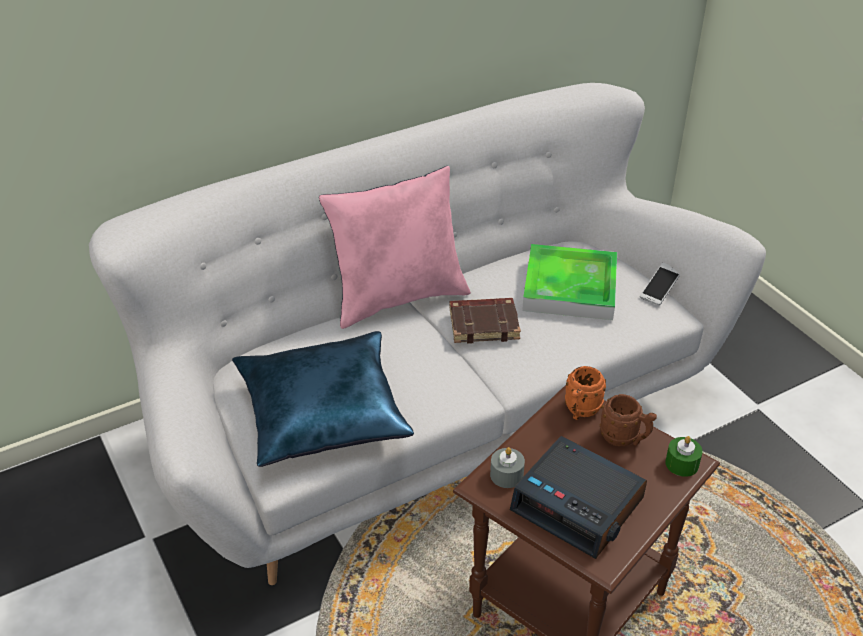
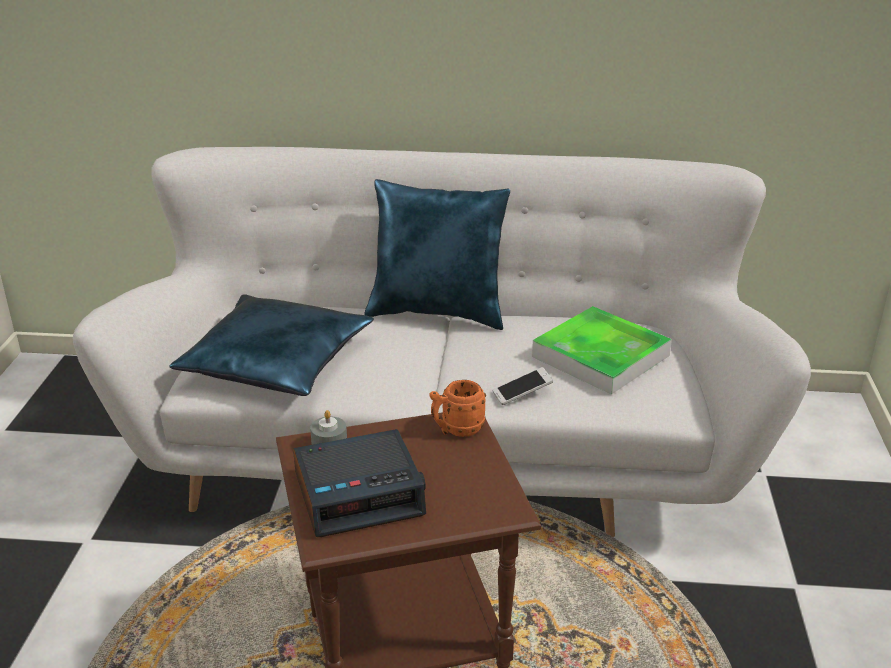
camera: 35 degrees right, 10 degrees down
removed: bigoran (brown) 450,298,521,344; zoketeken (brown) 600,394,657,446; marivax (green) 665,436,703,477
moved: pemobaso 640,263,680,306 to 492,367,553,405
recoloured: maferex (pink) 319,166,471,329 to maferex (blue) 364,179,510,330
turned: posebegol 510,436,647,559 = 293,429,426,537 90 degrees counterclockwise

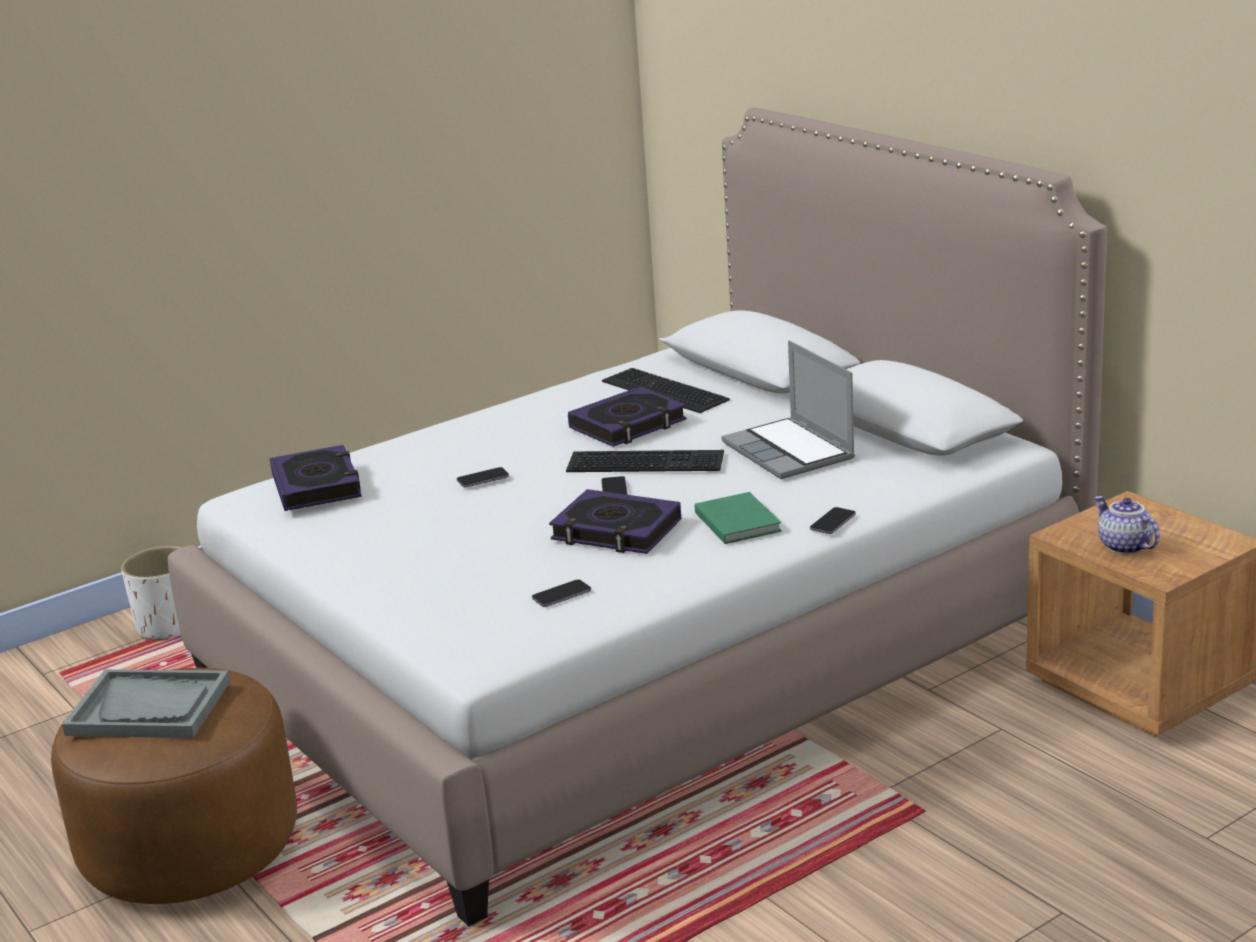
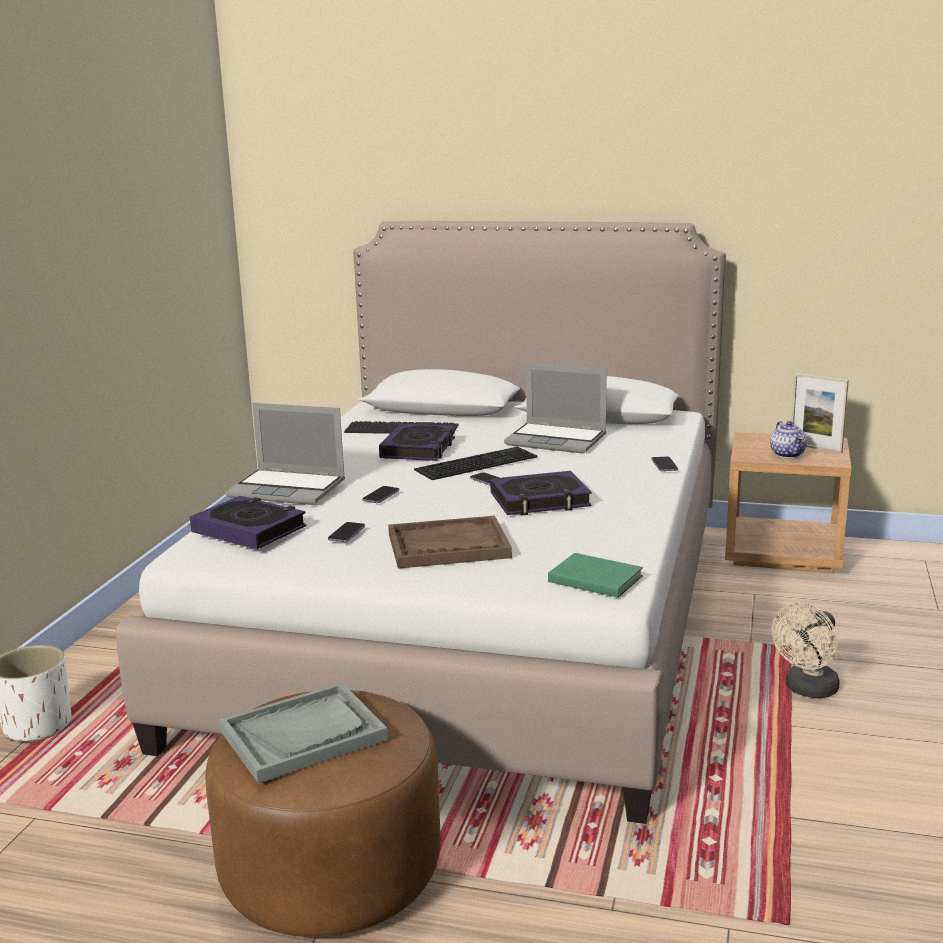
camera: 40 degrees left, 5 degrees down
added: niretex 225,403,345,505; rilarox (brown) 388,516,512,569; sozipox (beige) 772,602,840,698; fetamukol 791,373,849,453
moved: pemobaso 532,579,591,607 to 328,522,365,542; bigoran (green) 695,492,781,544 to 548,553,643,598
turned: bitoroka 1095,496,1160,554 = 770,421,807,458 120 degrees counterclockwise

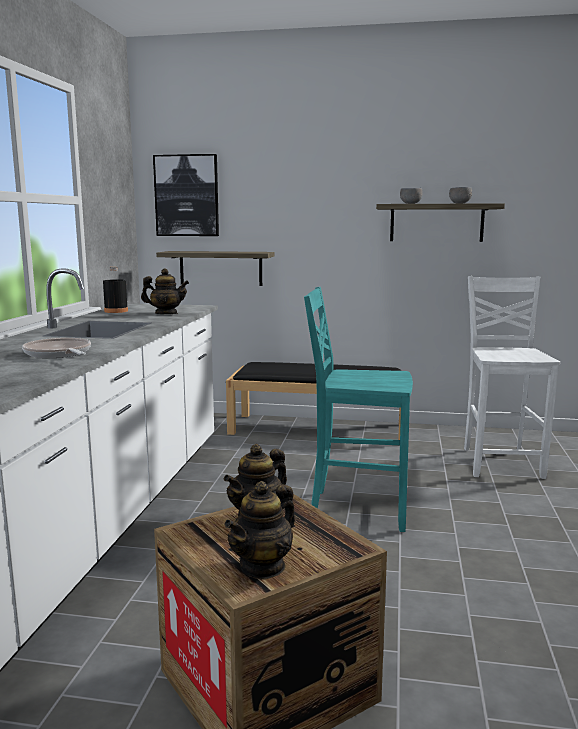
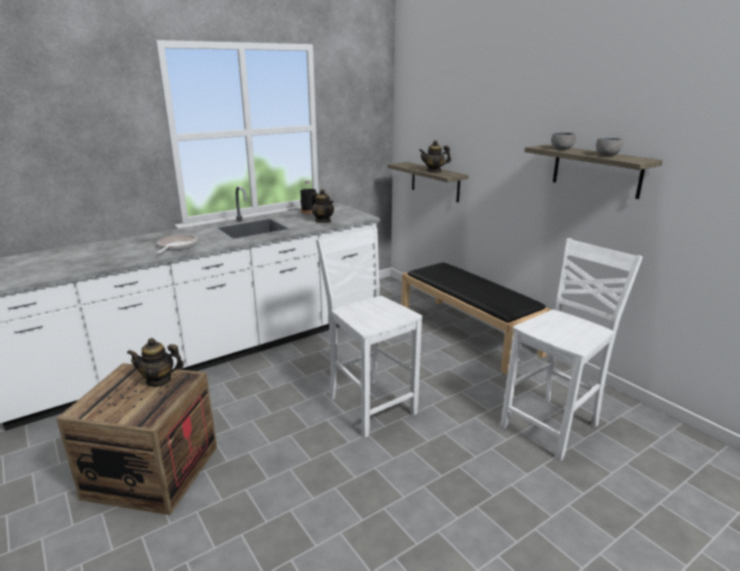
camera: 45 degrees right, 10 degrees up
removed: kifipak 153,154,219,236
moved: bitoroka 224,481,295,580 to 419,140,451,173
recoloured: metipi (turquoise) 304,287,413,532 to metipi (white) 316,228,423,438

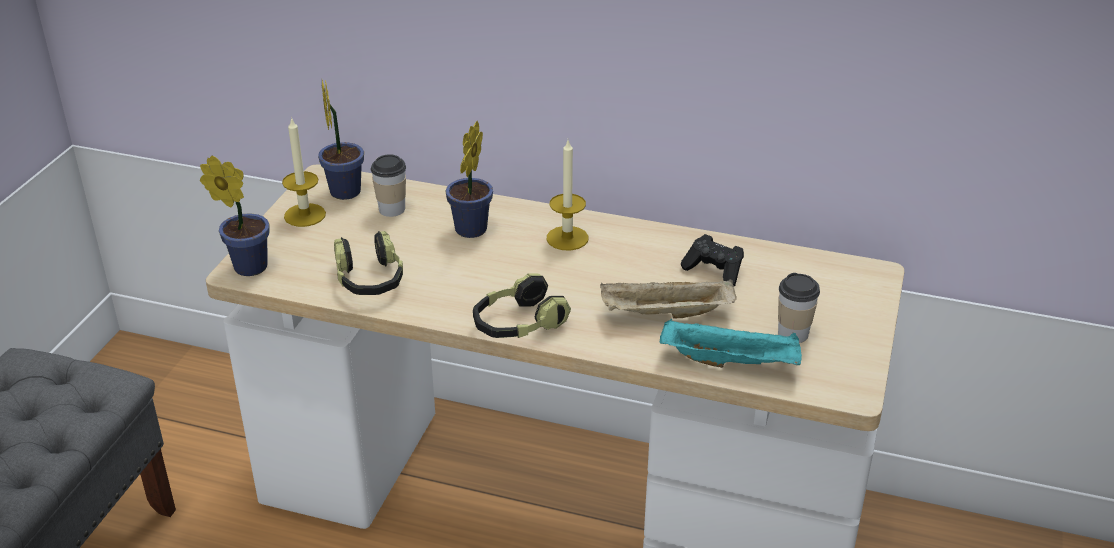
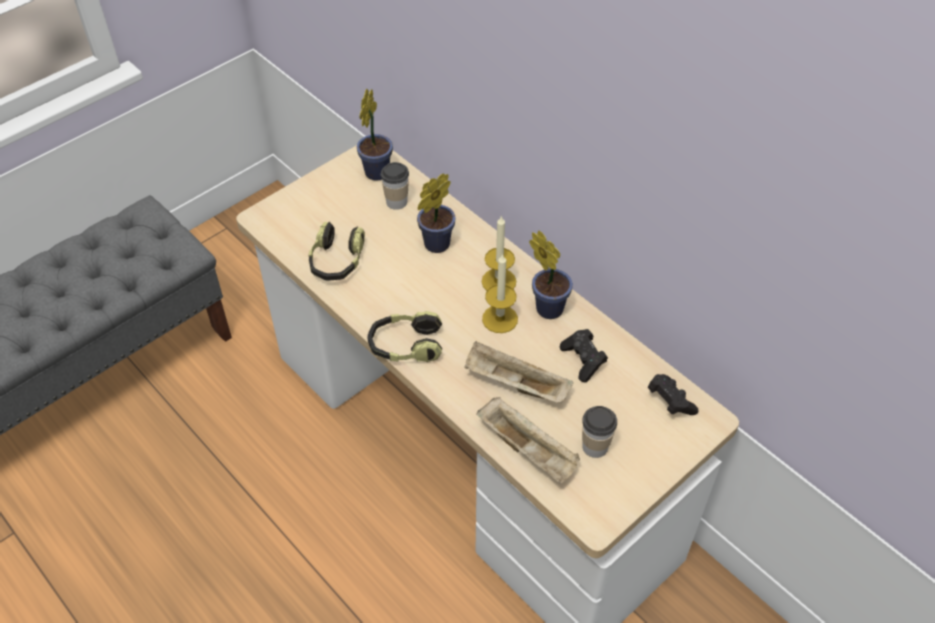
camera: 30 degrees right, 15 degrees up
added: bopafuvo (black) 648,374,698,415
moved: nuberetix 200,156,270,276 to 529,231,573,319; marivax 282,117,326,227 to 482,253,518,333
recoloured: rilarox (turquoise) 660,319,802,368 to rilarox (beige) 476,397,580,484

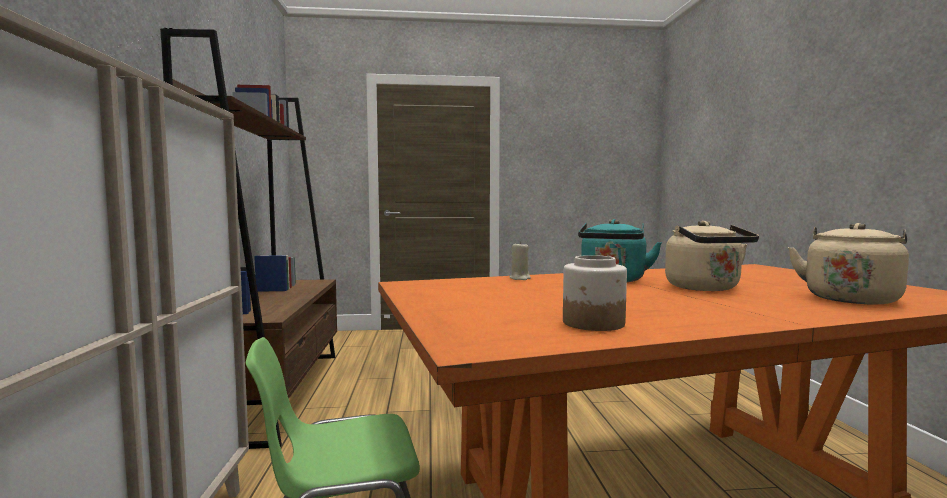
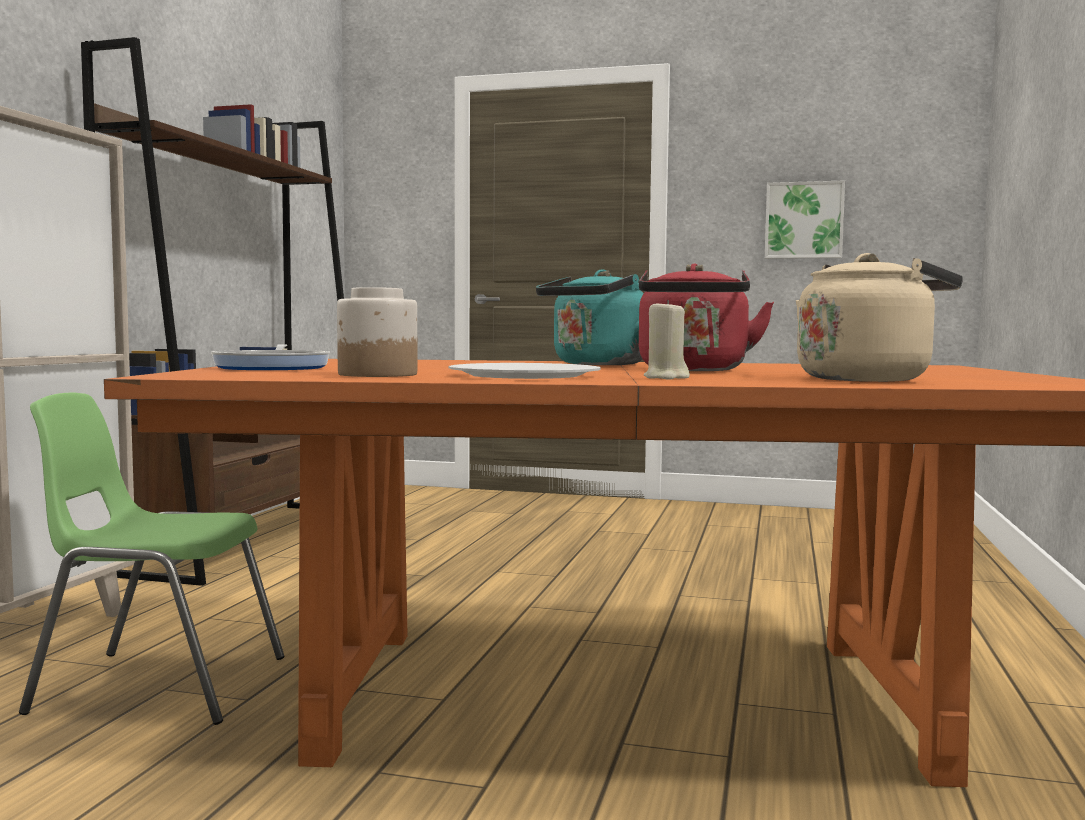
camera: 20 degrees right, 0 degrees up
added: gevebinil 211,344,330,370; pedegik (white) 449,363,600,379; kifipak 765,180,845,259
moved: marivax (beige) 510,242,531,280 to 644,300,690,380
recoloured: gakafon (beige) 665,221,759,291 to gakafon (red) 639,263,774,371

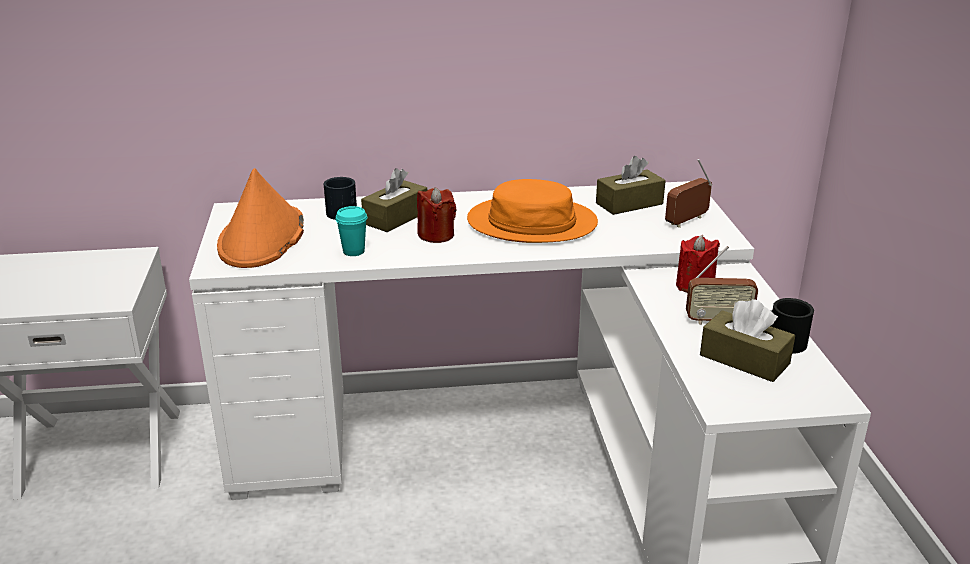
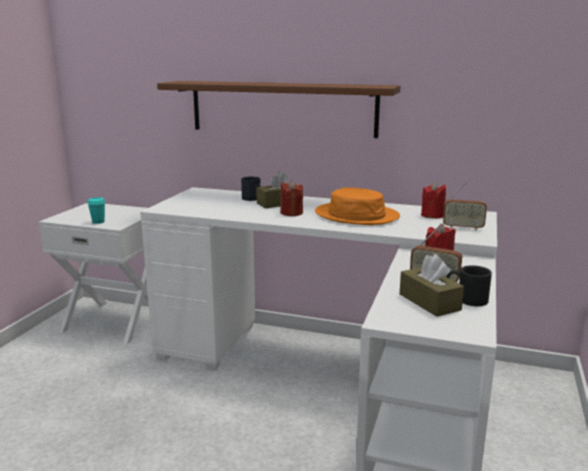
camera: 25 degrees right, 10 degrees down
removed: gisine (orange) 217,168,304,268
added: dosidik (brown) 157,81,400,138
moved: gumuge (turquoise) 335,206,367,256 to 87,197,105,224
replaced: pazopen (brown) 596,156,666,215 to marivax (red) 421,182,446,218
turned: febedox 665,159,712,228 = 443,179,487,230 150 degrees counterclockwise

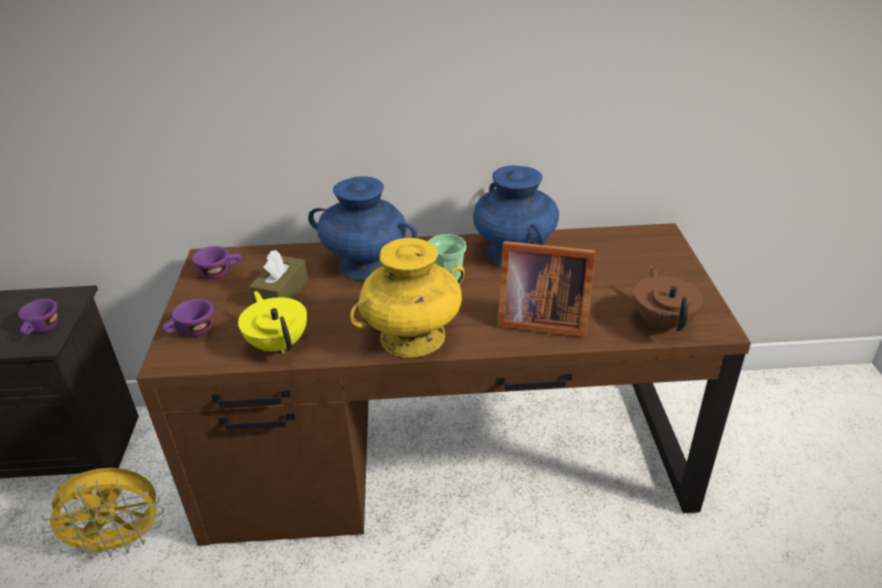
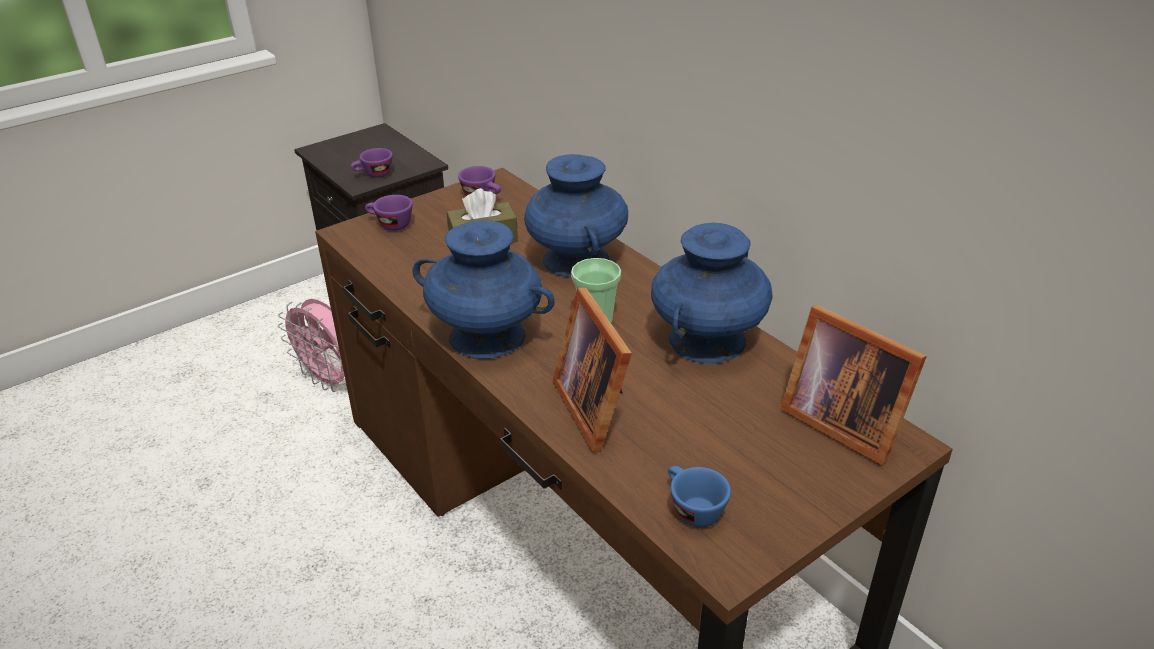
camera: 55 degrees right, 0 degrees up
removed: bitoroka (yellow) 238,291,307,354
added: fetamukol 780,305,927,466
replaced: bitoroka (brown) 634,266,703,332 to gumuge (blue) 668,466,731,527
recoloured: sozipox (yellow) 42,468,164,559 to sozipox (pink) 278,299,346,392; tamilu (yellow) 350,238,465,358 to tamilu (blue) 412,220,555,359

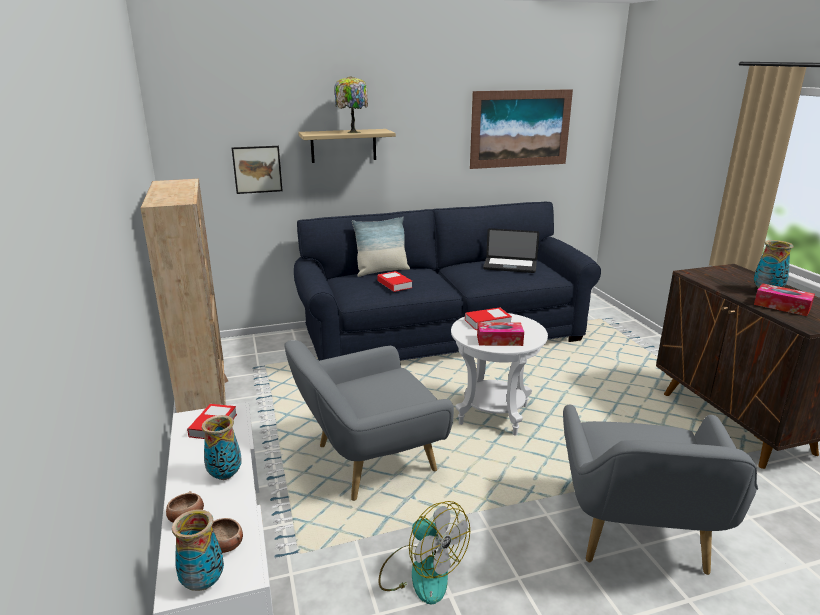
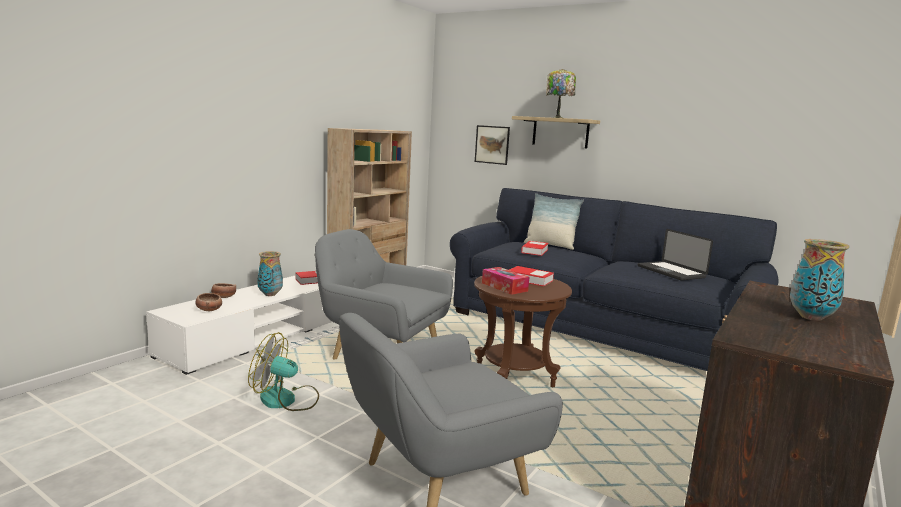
camera: 50 degrees right, 10 degrees down
removed: tamilu 172,509,224,591; kifipak 470,89,573,169; pazopen 754,283,815,316
recoloured: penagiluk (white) 451,313,548,436 to penagiluk (brown) 474,276,572,387
turned: sozipox 378,501,470,604 = 248,332,319,411 90 degrees clockwise

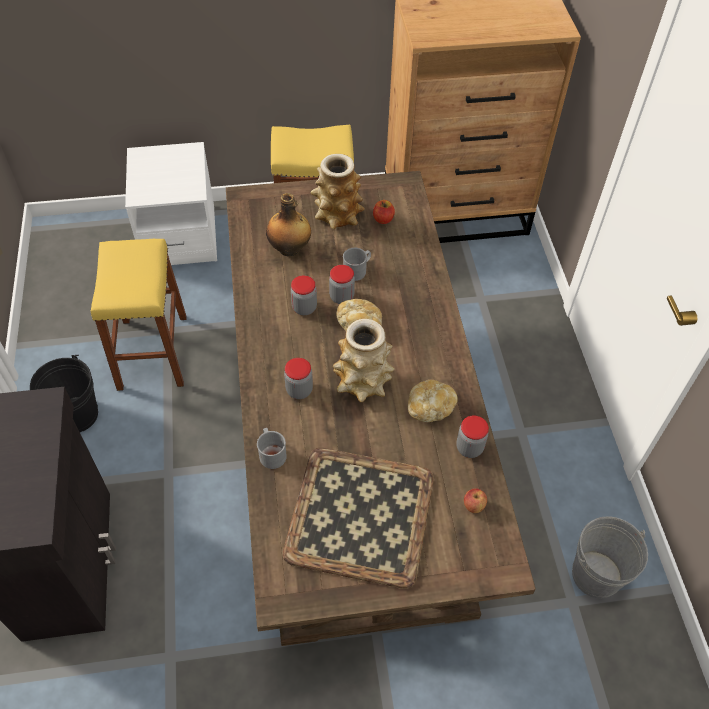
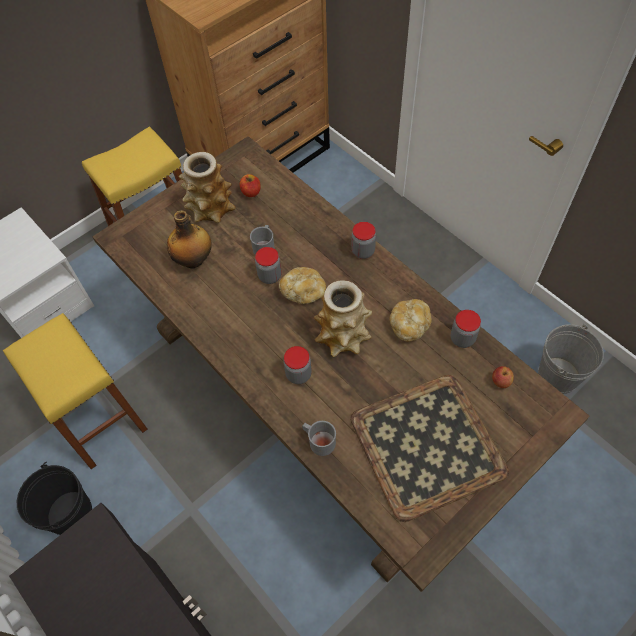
camera: 30 degrees left, 5 degrees up
moved: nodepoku 291,275,317,315 to 351,222,376,259

